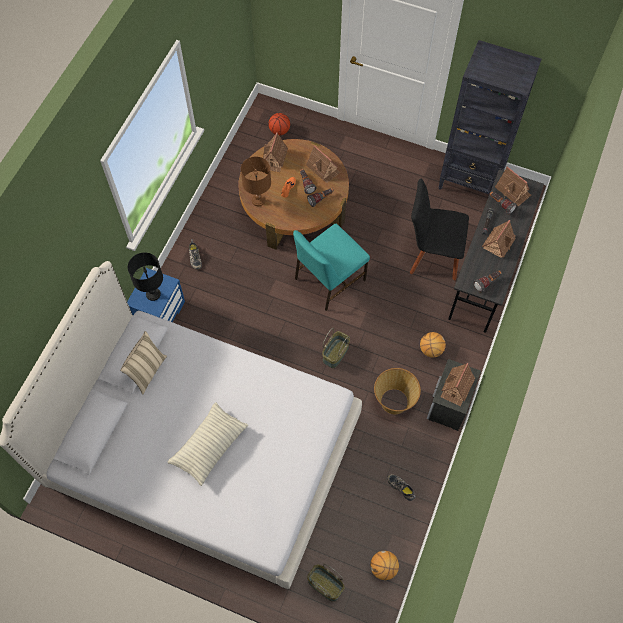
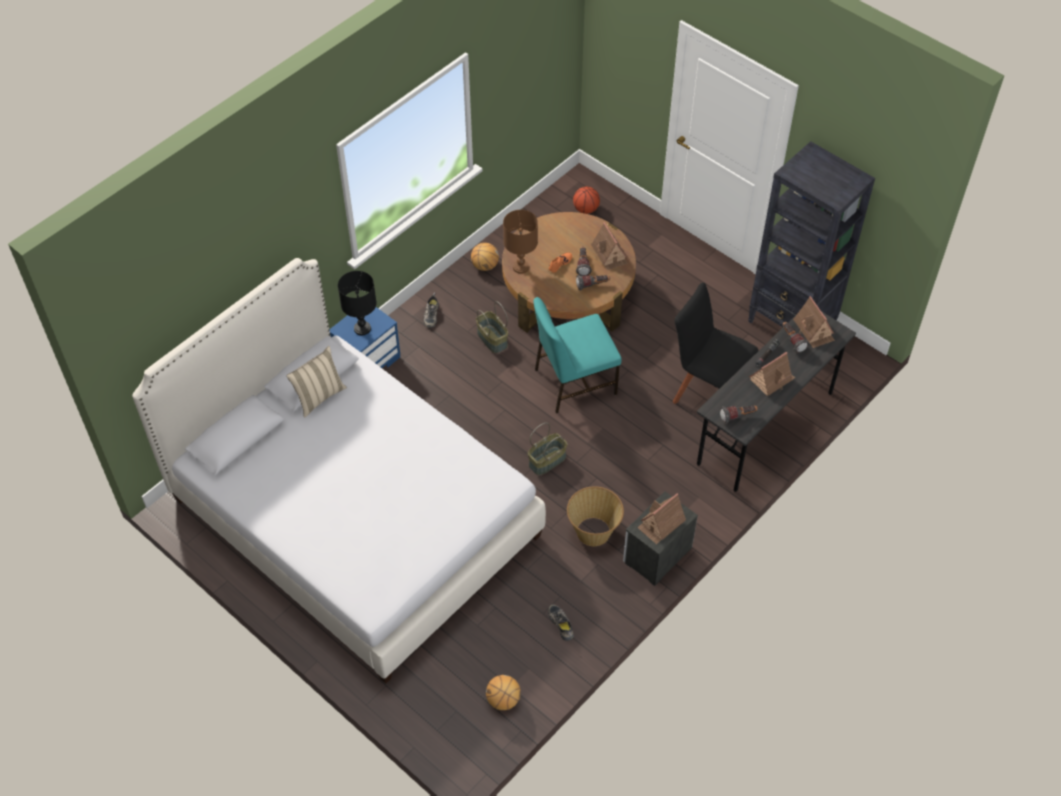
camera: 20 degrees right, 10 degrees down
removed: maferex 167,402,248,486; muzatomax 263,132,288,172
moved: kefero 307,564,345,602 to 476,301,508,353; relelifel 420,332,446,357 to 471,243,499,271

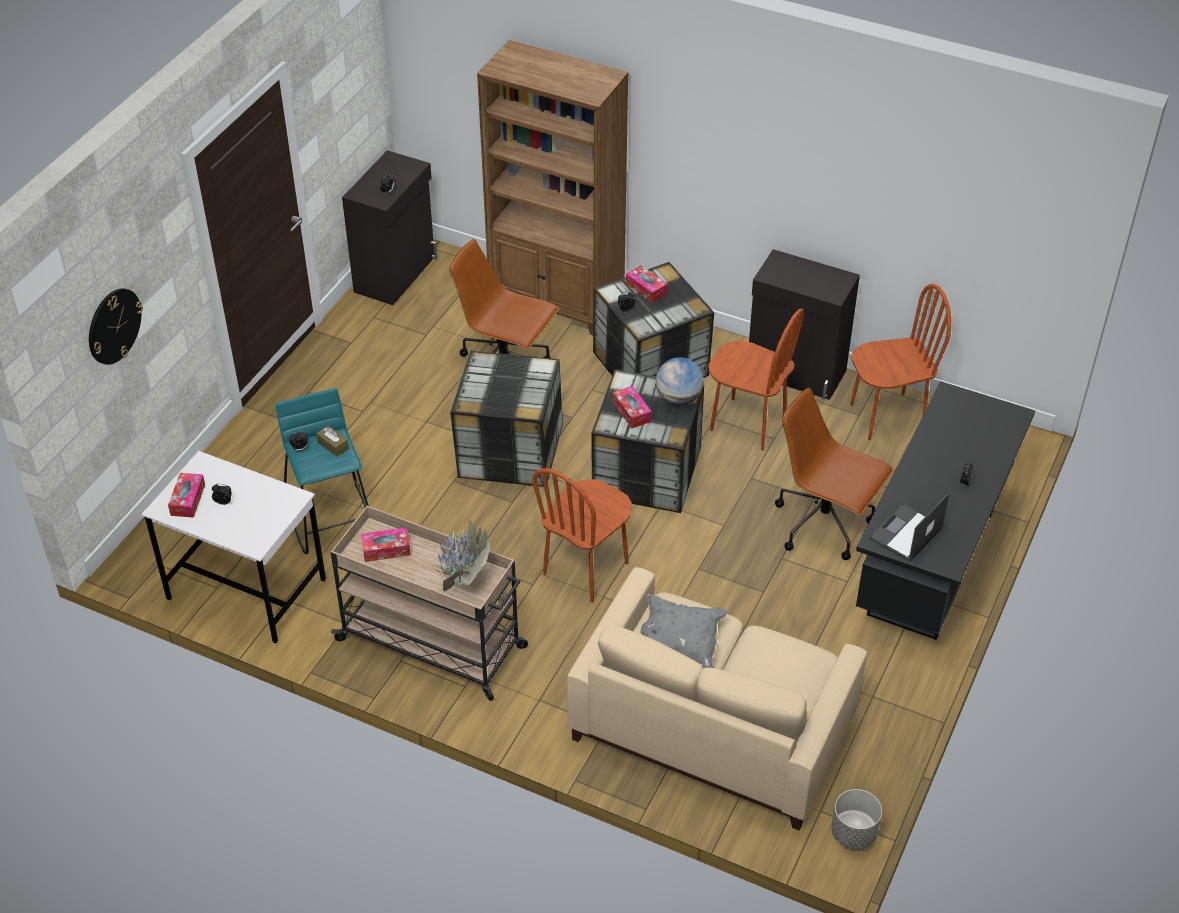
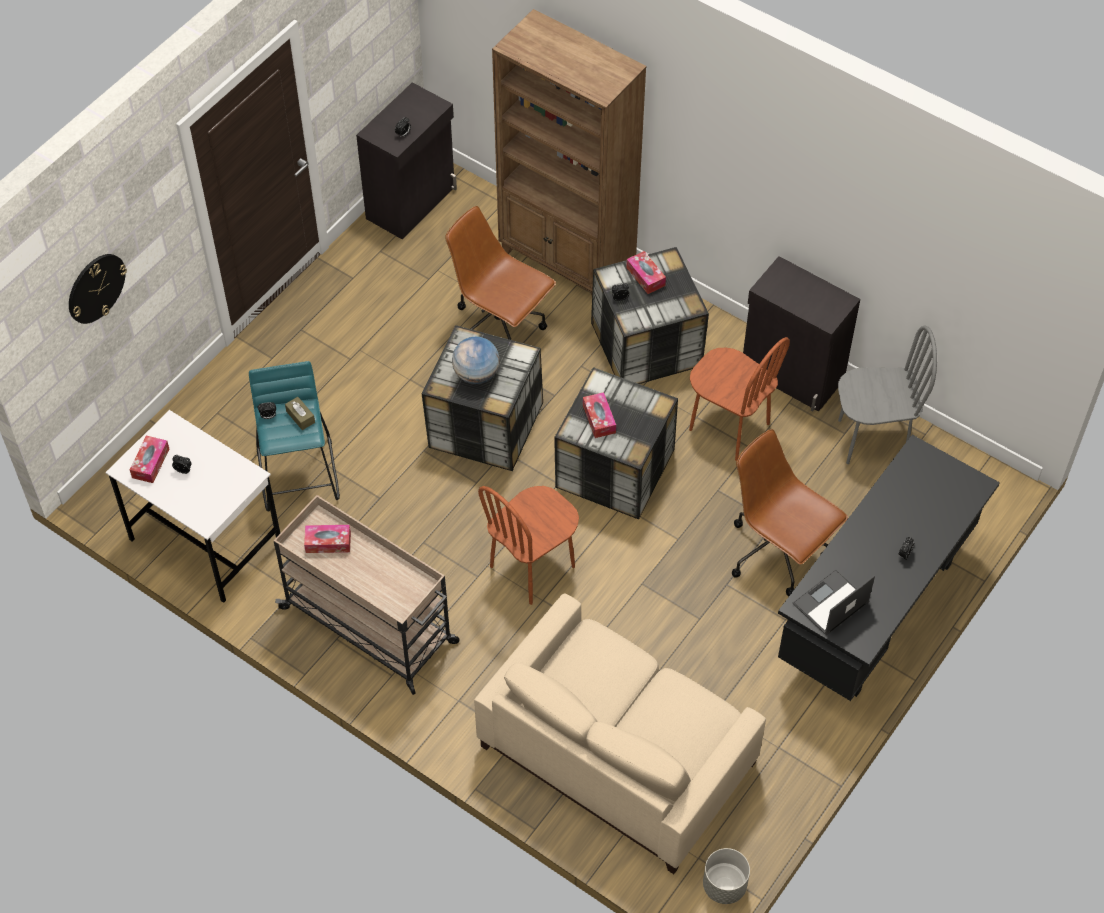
camera: 10 degrees right, 10 degrees up
removed: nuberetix 411,520,491,591; maferex (grey) 640,594,728,668
moved: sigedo 656,357,704,406 to 452,337,500,384
recoloured: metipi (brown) 850,284,951,440 to metipi (grey) 838,325,937,464

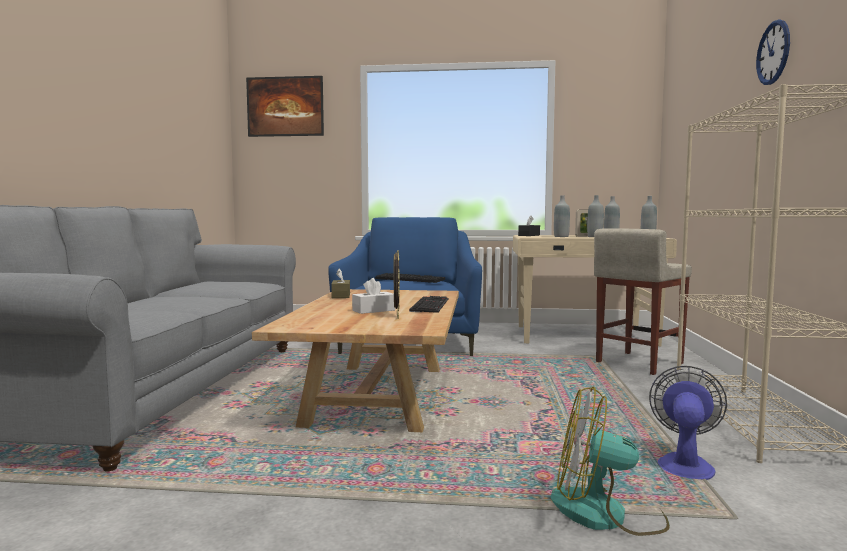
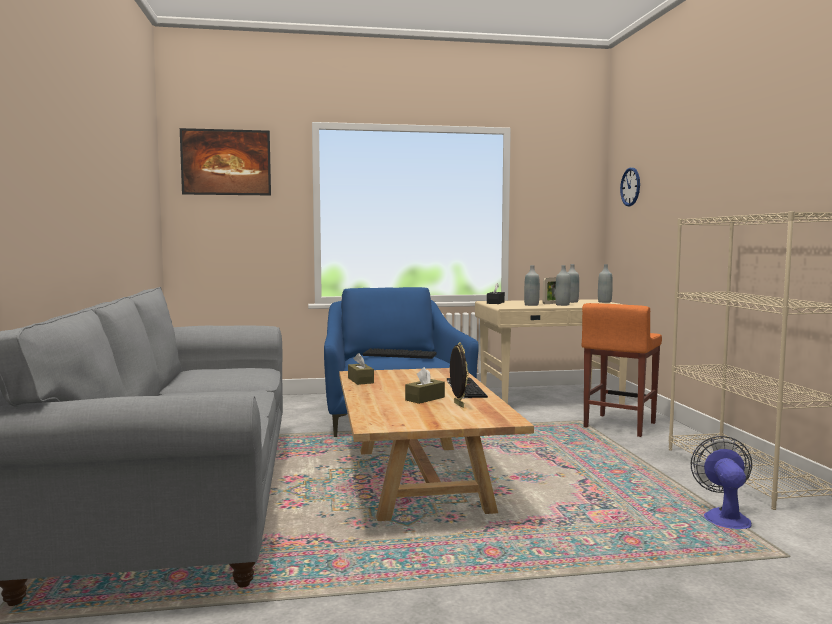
camera: 15 degrees left, 0 degrees up
removed: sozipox 551,386,670,536
moved: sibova 756,20,790,85 to 620,167,640,207
recoloured: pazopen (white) 352,278,395,314 to pazopen (brown) 405,367,445,404; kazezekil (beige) 594,228,692,375 to kazezekil (orange) 582,303,662,437

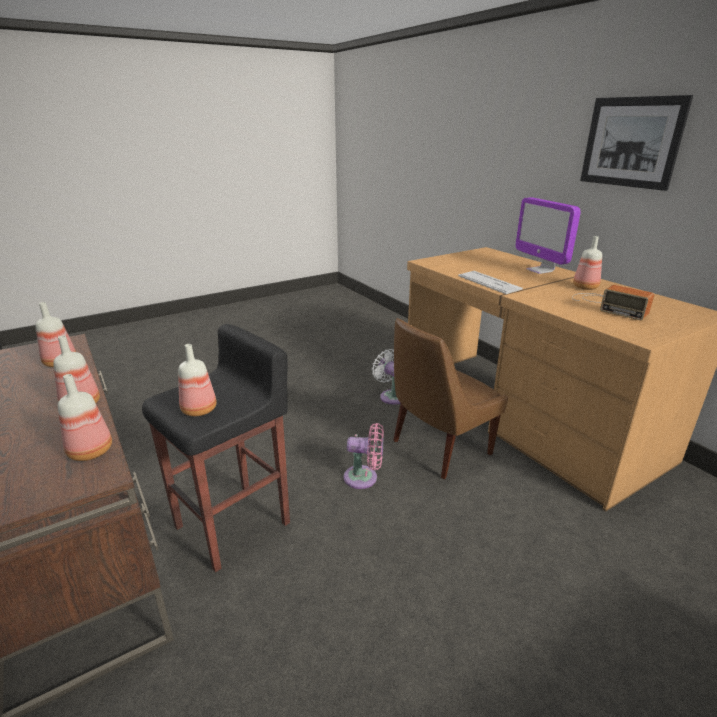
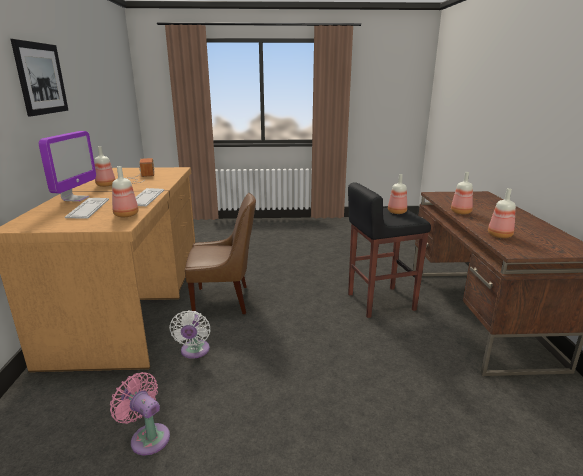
camera: 150 degrees left, 5 degrees down
added: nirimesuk 65,198,109,219
moved: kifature 58,374,112,461 to 112,166,139,217; sozipox (pink) 344,423,384,489 to 110,372,170,455

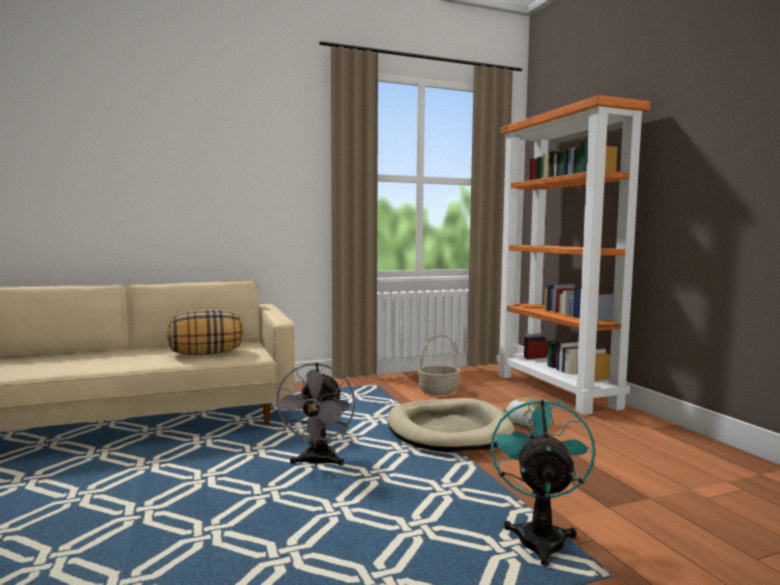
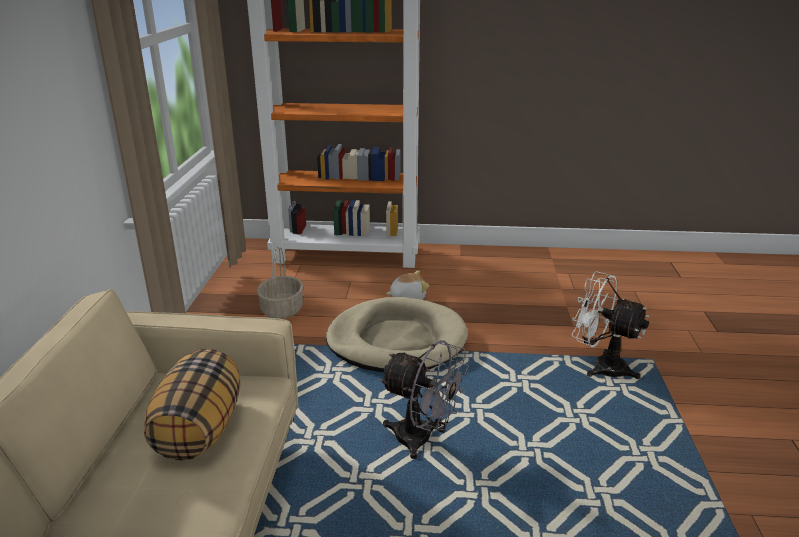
camera: 65 degrees left, 20 degrees up
recoloured: sozipox (turquoise) 491,396,595,567 to sozipox (white) 572,271,649,379

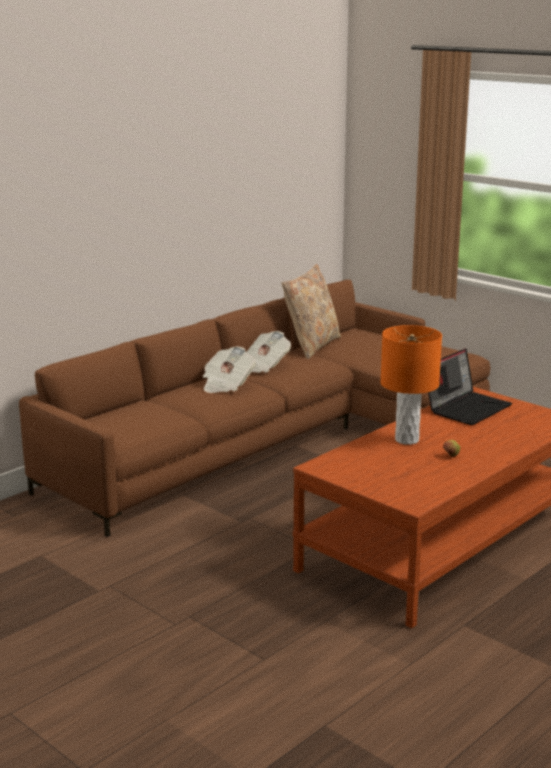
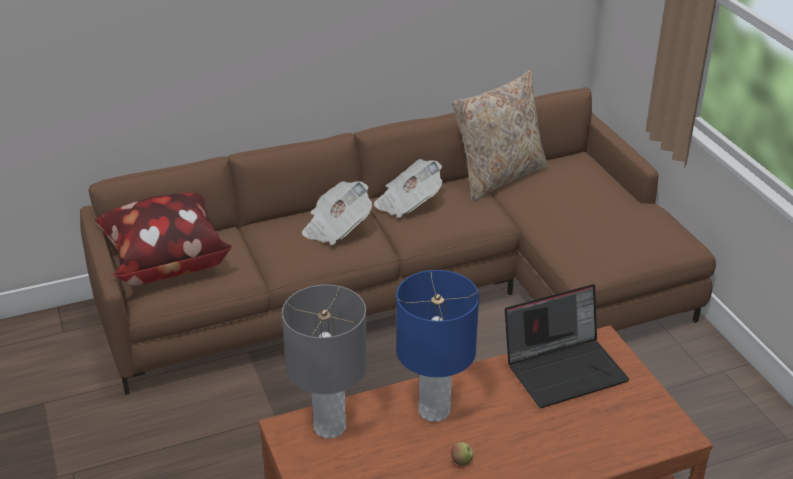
camera: 25 degrees right, 15 degrees up
added: maferex 95,193,232,285; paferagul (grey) 282,285,367,438
recoloured: paferagul (orange) 380,325,442,445 to paferagul (blue) 396,270,479,422

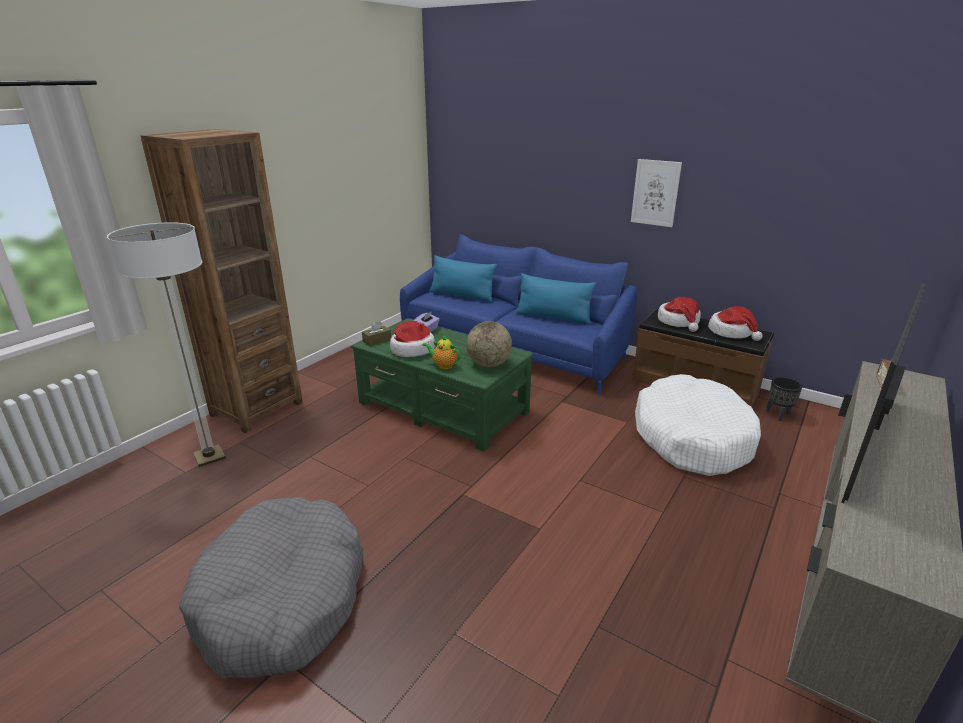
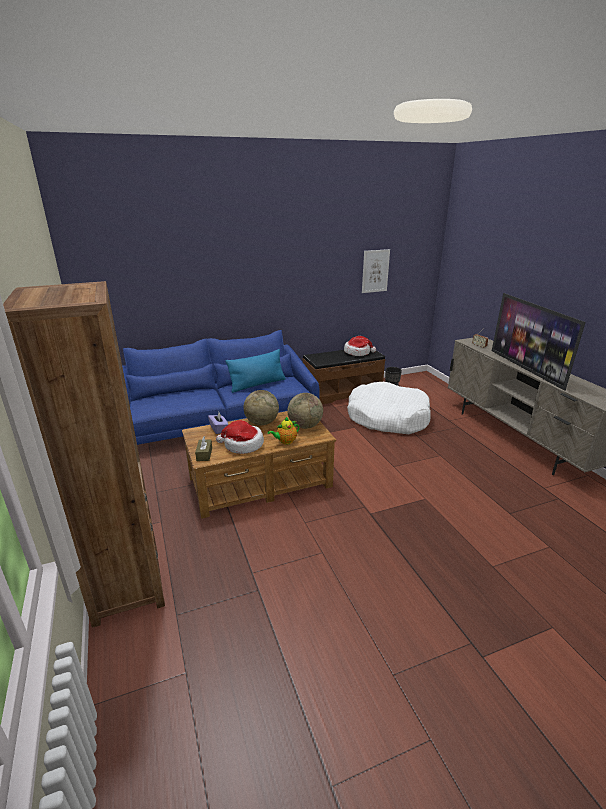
camera: 55 degrees left, 0 degrees up
removed: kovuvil 107,222,226,467; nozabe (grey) 179,497,363,679; maferex (blue) 430,255,497,302; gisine 658,297,701,332
added: sigedo 243,390,279,425
moved: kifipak 631,159,682,227 to 362,249,390,293
recoloured: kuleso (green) 351,318,534,452 to kuleso (brown) 182,411,336,519

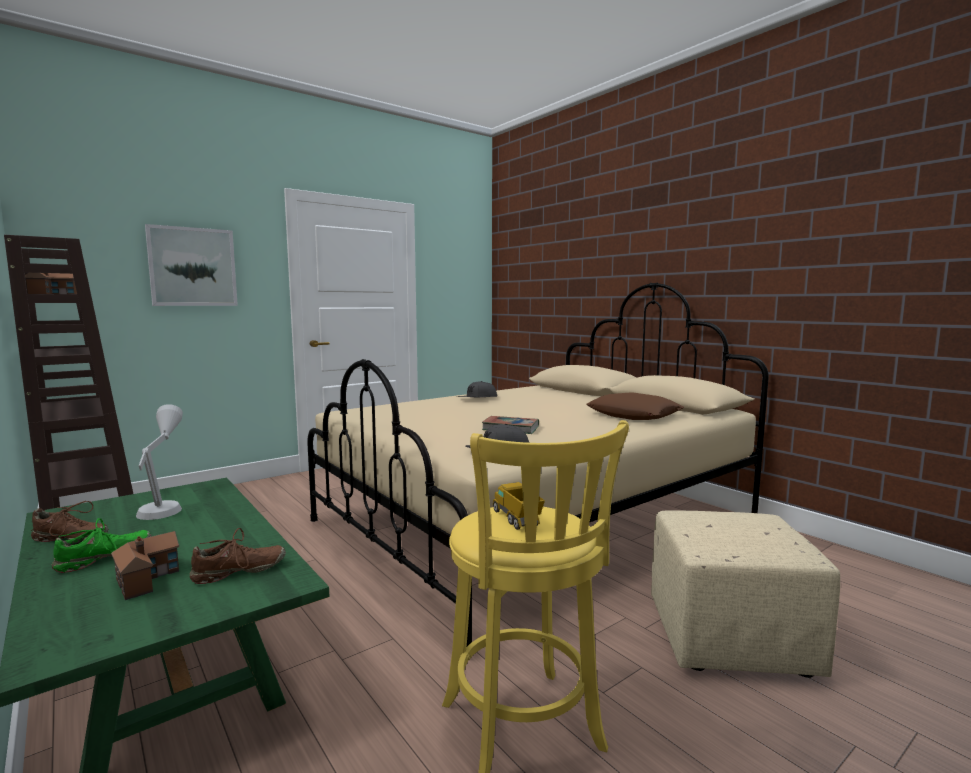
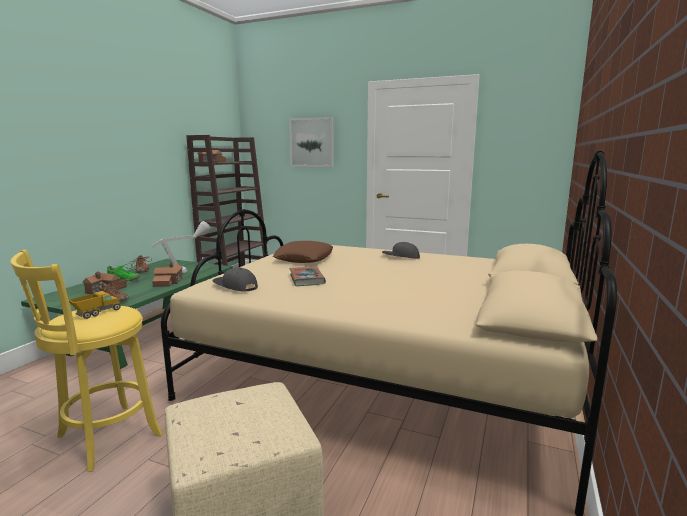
camera: 60 degrees right, 5 degrees up
added: muzatomax 152,262,183,287
moved: maferex (brown) 586,392,684,420 to 273,241,333,263

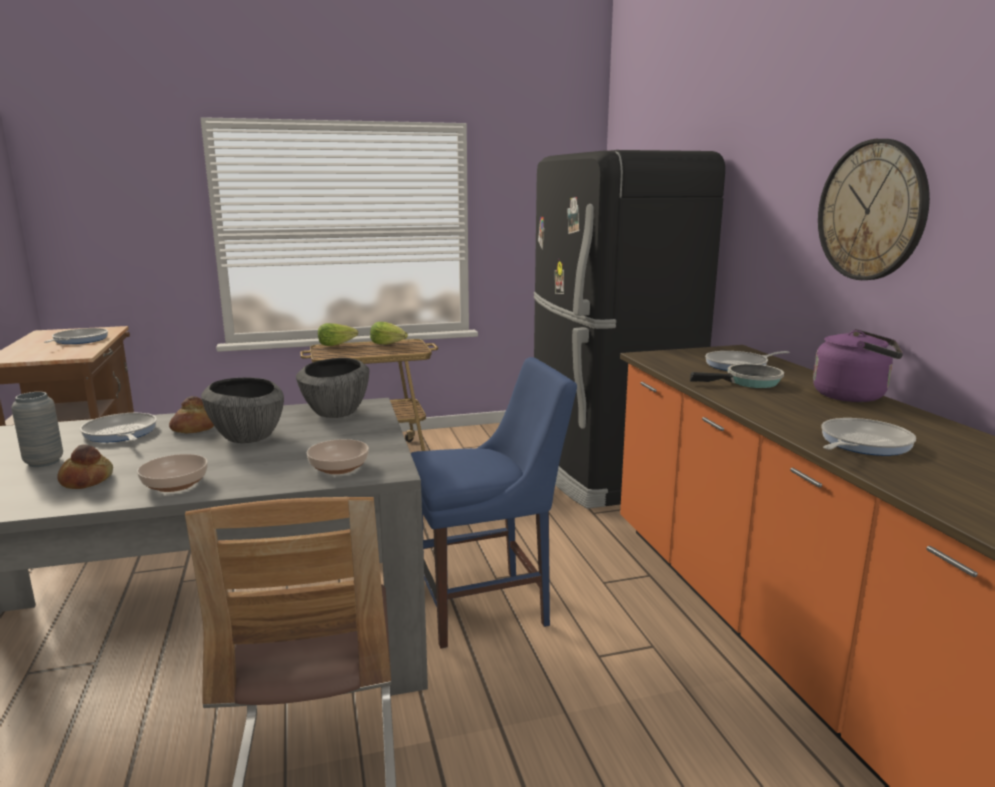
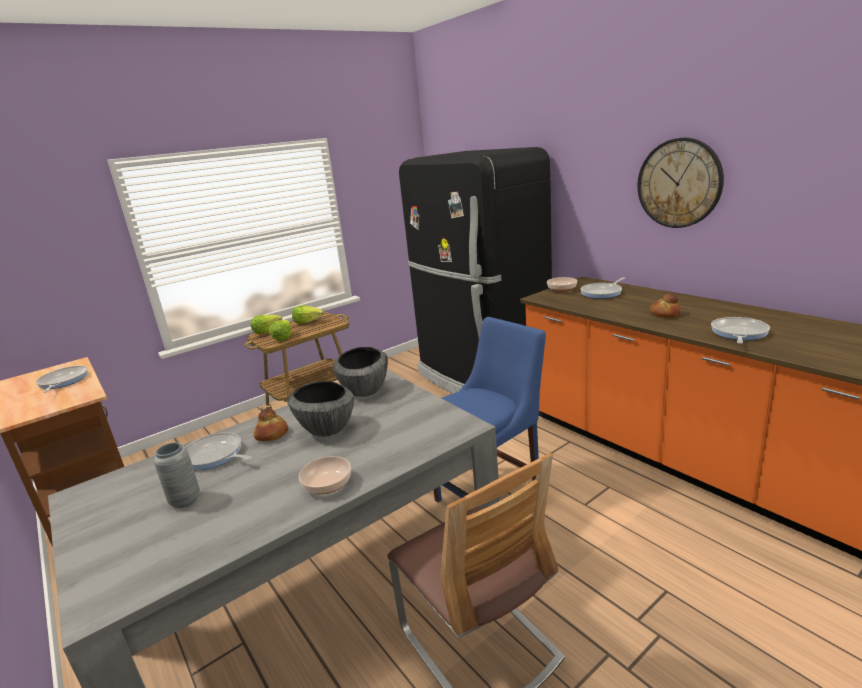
camera: 20 degrees left, 5 degrees up
removed: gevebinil 690,364,784,388; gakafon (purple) 813,329,903,402
added: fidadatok 269,320,292,341
moved: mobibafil 57,444,113,489 to 650,293,681,318; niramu 307,439,369,474 to 547,277,577,292

